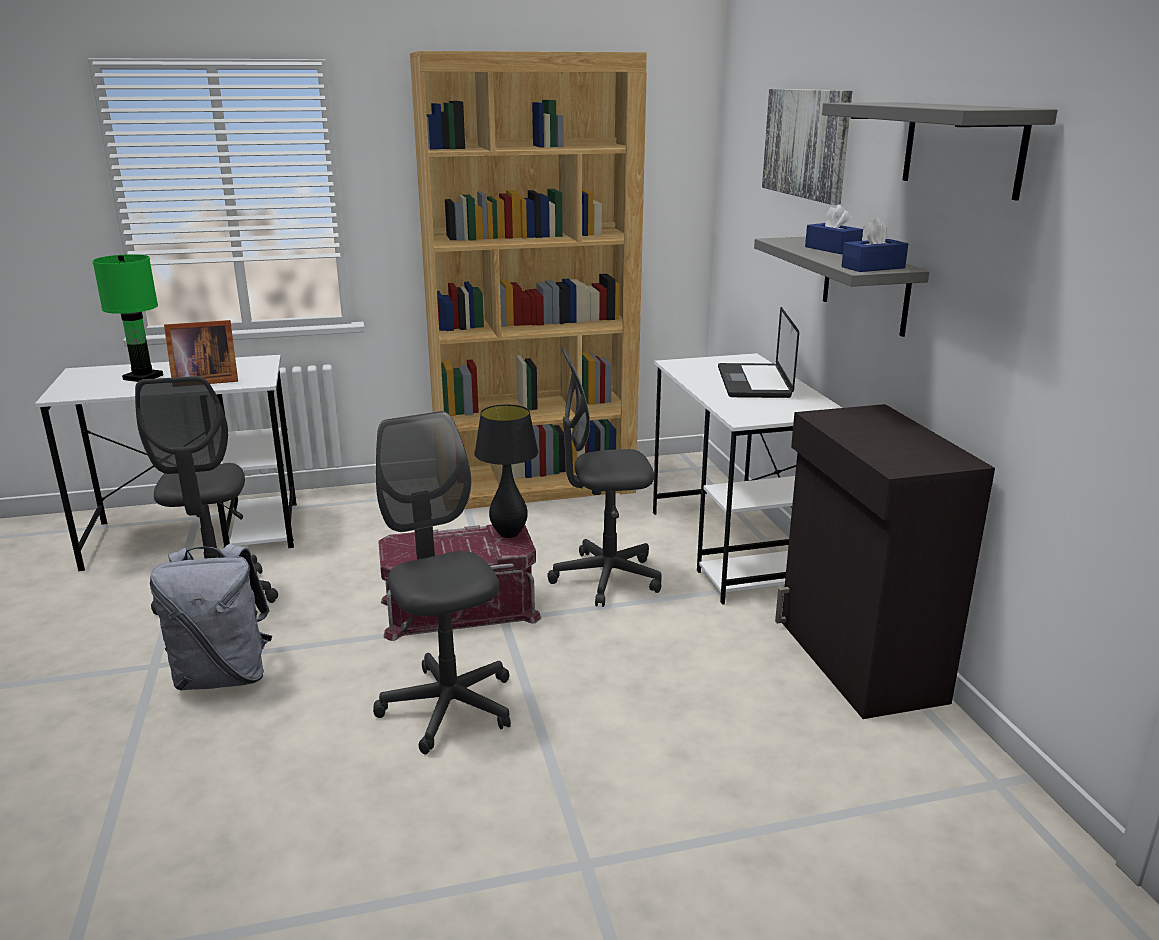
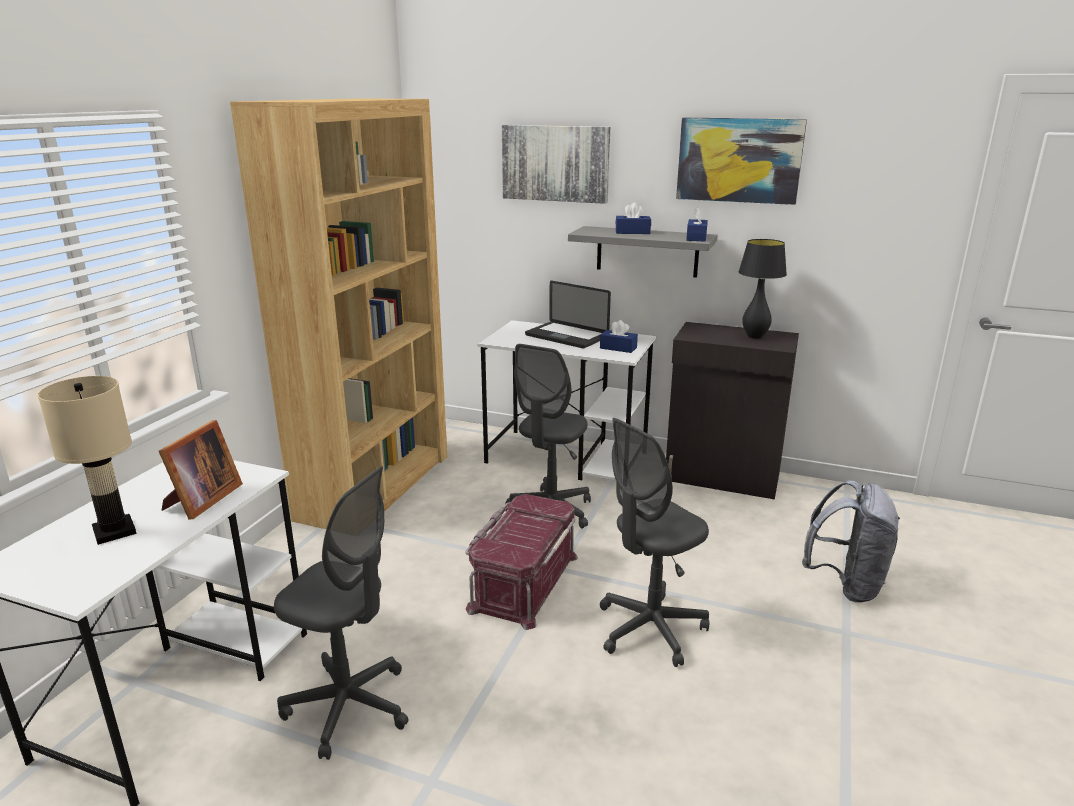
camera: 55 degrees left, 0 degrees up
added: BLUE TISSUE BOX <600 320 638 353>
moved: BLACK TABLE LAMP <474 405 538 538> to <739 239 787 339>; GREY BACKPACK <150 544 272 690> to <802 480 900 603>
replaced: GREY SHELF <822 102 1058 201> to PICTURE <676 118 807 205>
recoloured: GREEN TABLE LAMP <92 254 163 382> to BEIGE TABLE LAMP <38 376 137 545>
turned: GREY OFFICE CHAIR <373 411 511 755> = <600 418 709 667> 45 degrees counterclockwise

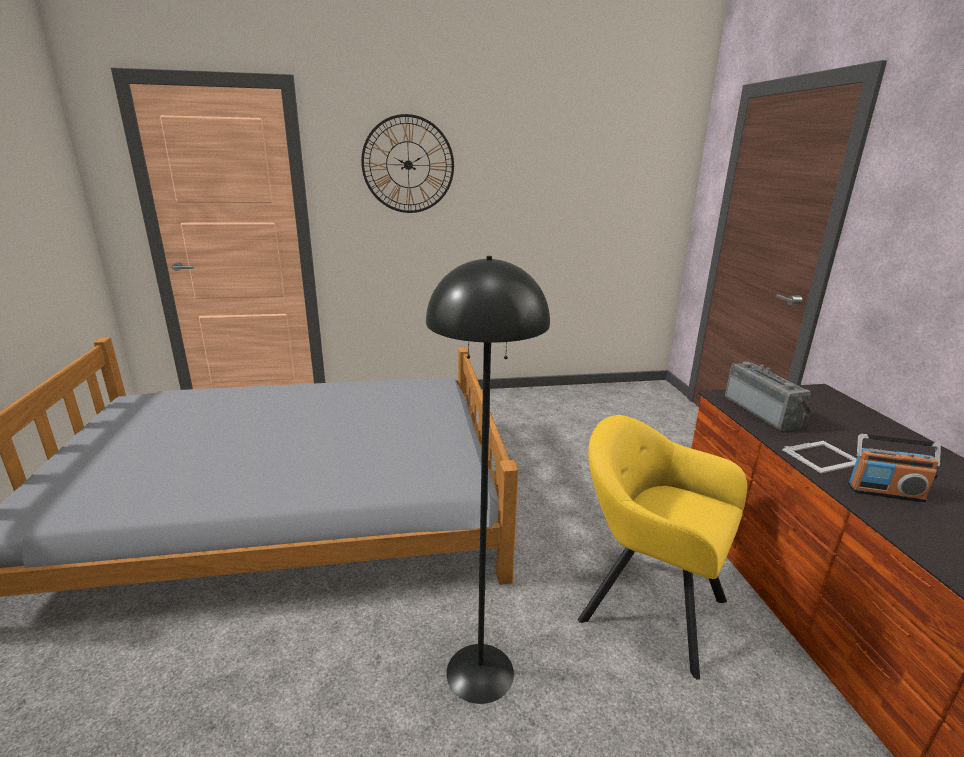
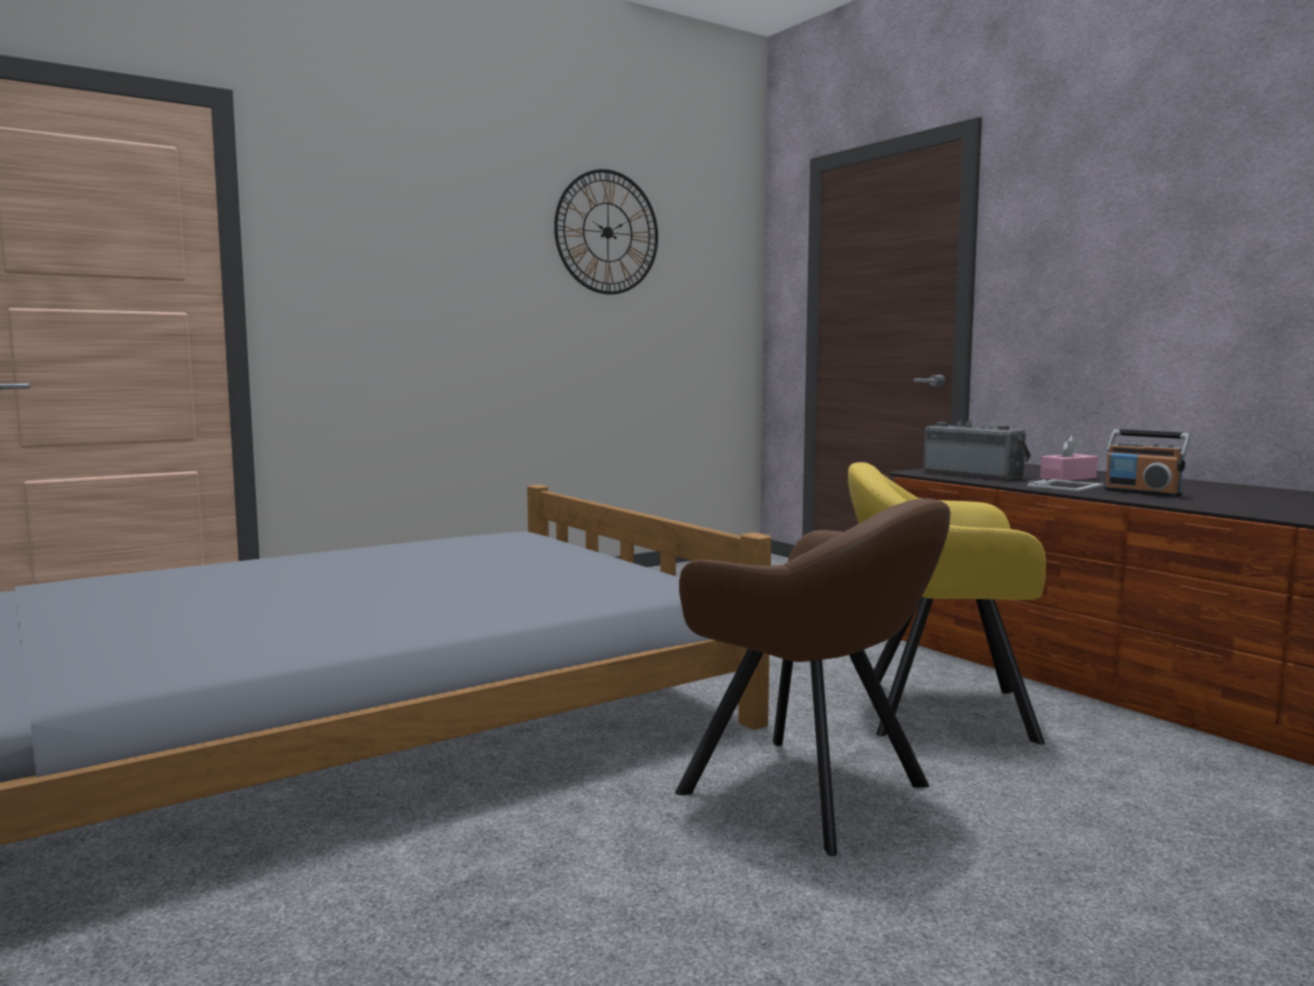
camera: 25 degrees left, 15 degrees down
added: PINK TISSUE BOX <1040 435 1098 481>
moved: WALL CLOCK <361 114 454 213> to <554 169 658 295>
replaced: BLACK FLOOR LAMP <426 256 550 704> to BROWN ARMCHAIR <675 499 951 856>
turned: RADIO <848 434 941 503> = <1105 429 1191 497> 60 degrees clockwise

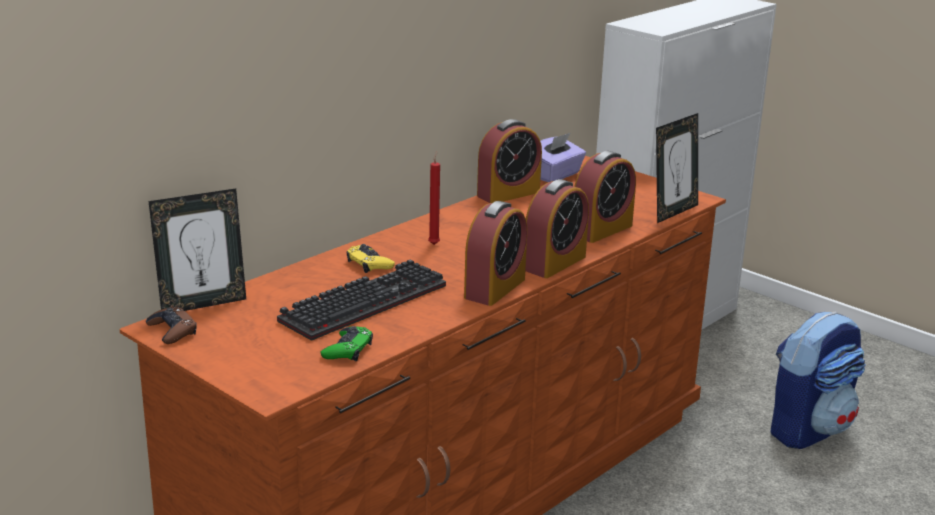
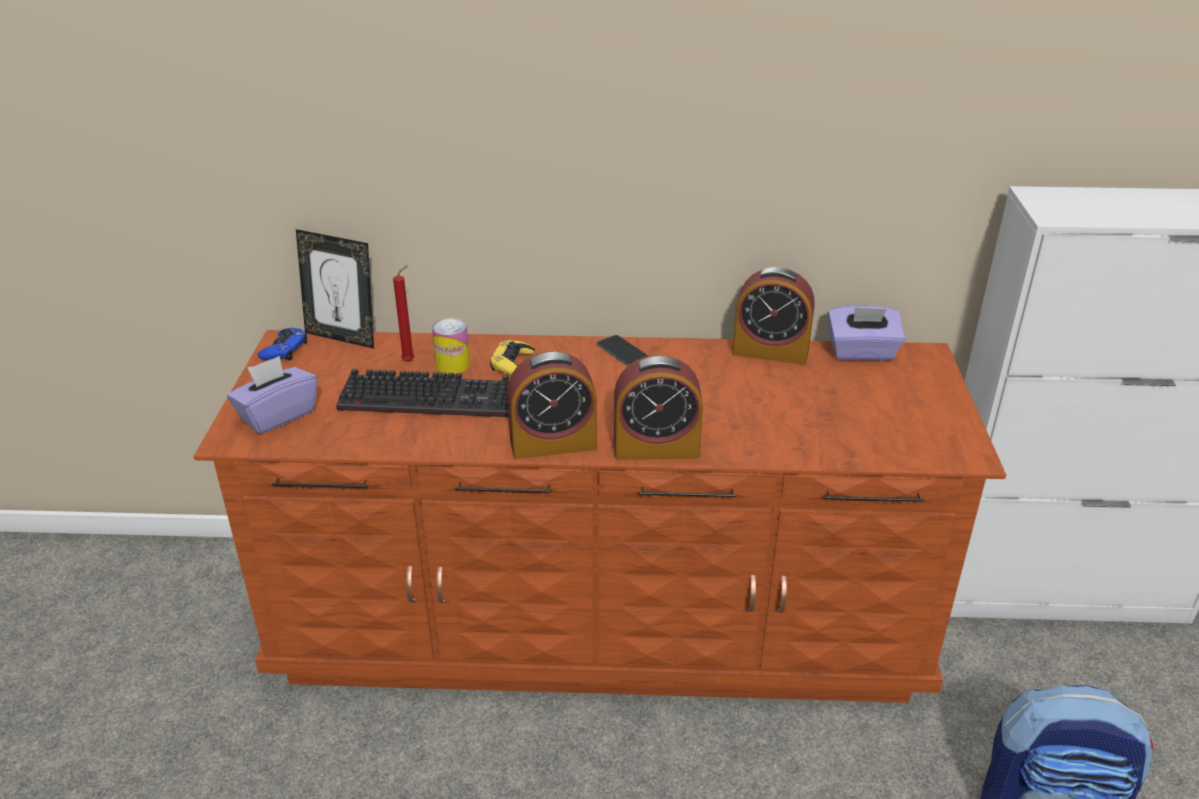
camera: 50 degrees right, 10 degrees up
removed: PICTURE FRAME <656 113 698 223>; ALARM CLOCK <574 151 636 243>; GREEN GAME CONTROLLER <320 326 373 361>
added: CAN <432 318 470 374>; PHONE <597 335 648 366>; PURPLE TISSUE BOX <227 356 317 434>
moved: RED CANDLE <428 151 440 245> to <393 265 414 362>
recoloured: BROWN GAME CONTROLLER <146 306 197 344> to BLUE GAME CONTROLLER <258 328 307 360>

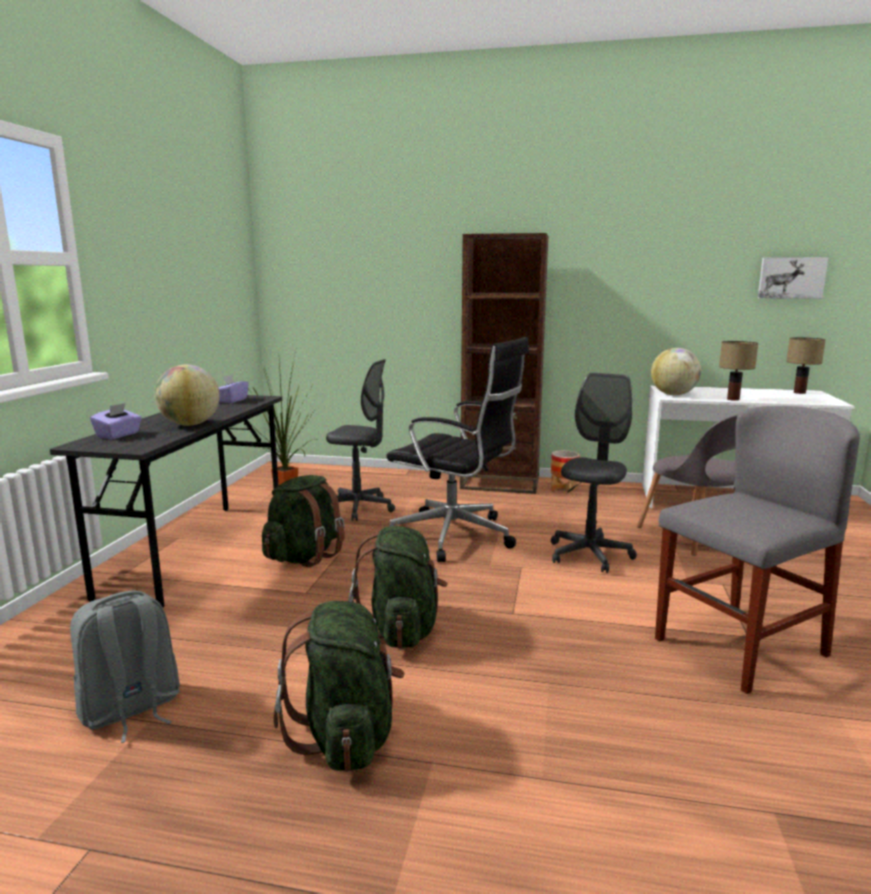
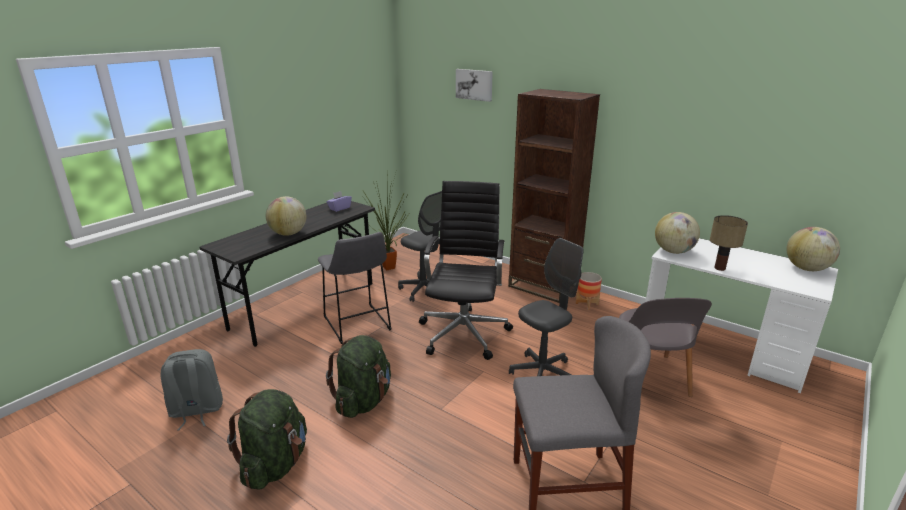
camera: 25 degrees right, 10 degrees up
removed: PURPLE TISSUE BOX <90 403 142 439>
moved: PICTURE <758 257 828 299> to <456 69 493 102>
replaced: TABLE LAMP <786 337 826 394> to GLOBE <786 227 840 271>; GREEN BACKPACK <262 475 345 567> to GREY STOOL <318 232 392 344>
turned: BLACK OFFICE CHAIR <386 337 529 562> = <419 181 513 360> 135 degrees counterclockwise

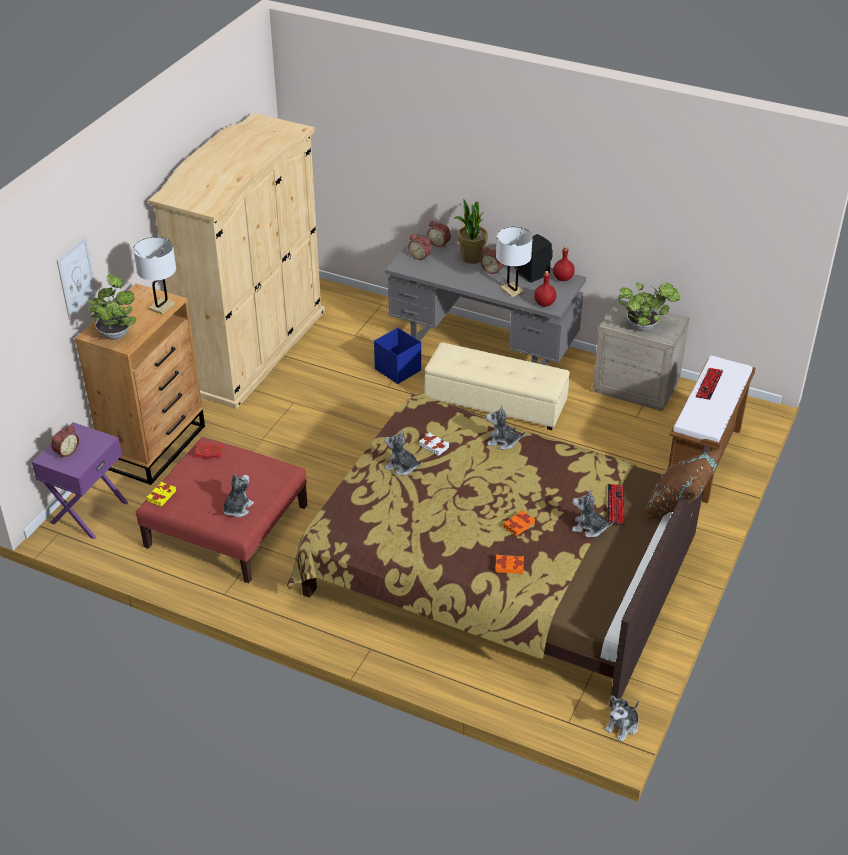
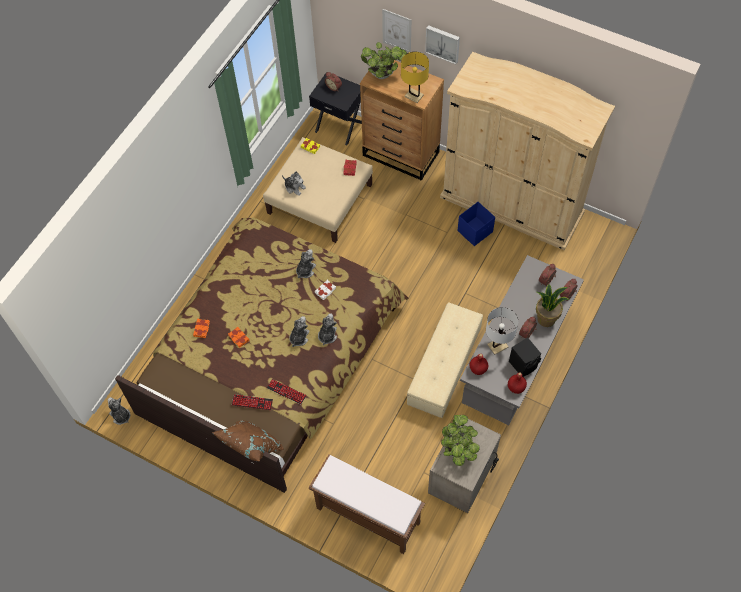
camera: 95 degrees right, 20 degrees up
added: PICTURE <425 25 460 64>
moved: BLUE STORAGE BOX <374 328 421 384> to <458 202 495 246>; KEYBOARD <696 368 723 400> to <267 379 307 404>; PLUSH TOY <572 490 614 537> to <289 316 309 347>
recoloured: WHITE TABLE LAMP <133 237 176 314> to YELLOW TABLE LAMP <401 52 429 103>; PURPLE NIGHTSTAND <32 422 128 539> to BLACK NIGHTSTAND <309 72 362 145>; RED OTTOMAN <136 437 307 583> to BEIGE OTTOMAN <263 137 373 243>

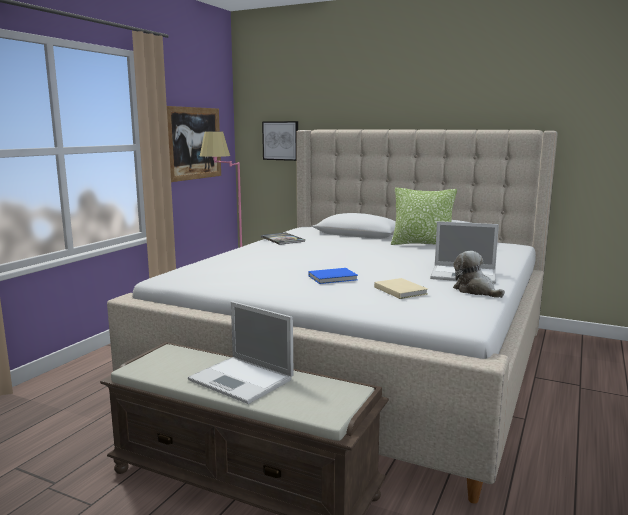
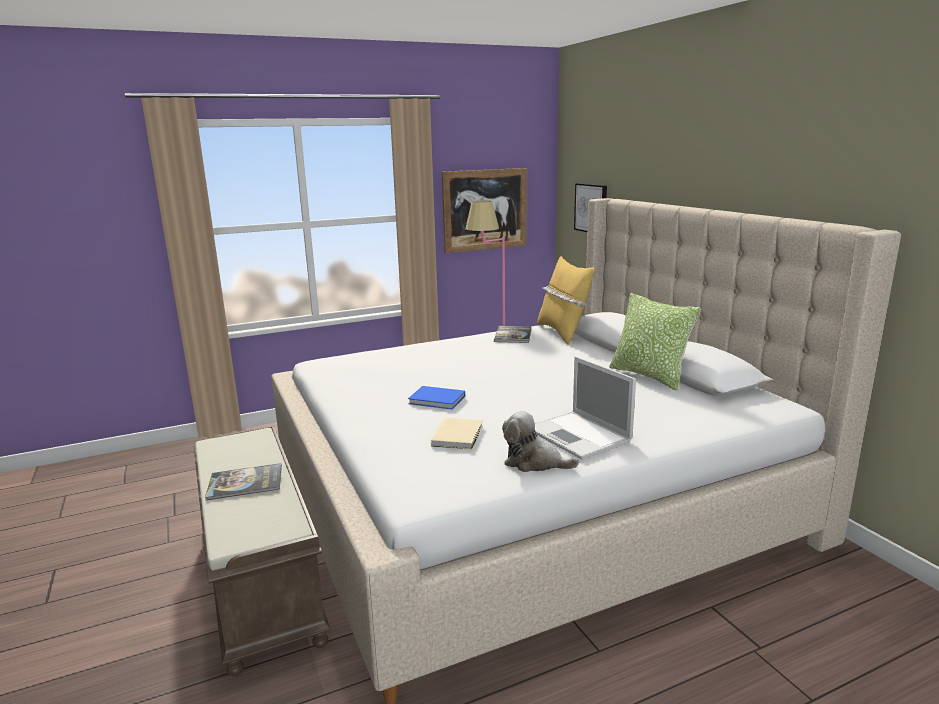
camera: 40 degrees right, 5 degrees up
added: YELLOW PILLOW <537 256 595 345>
replaced: LAPTOP <188 301 293 404> to BOOK <205 463 282 500>
turned: PLUSH TOY <453 251 505 298> = <502 411 579 472> 75 degrees counterclockwise

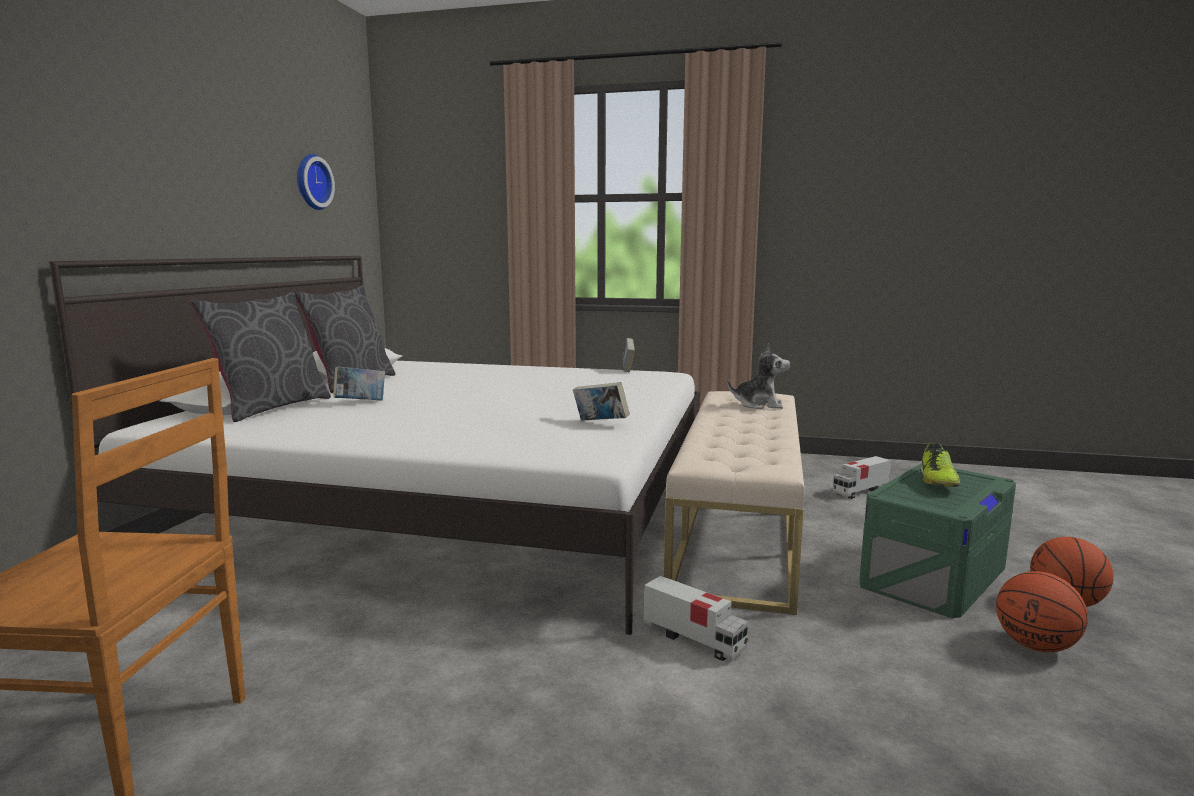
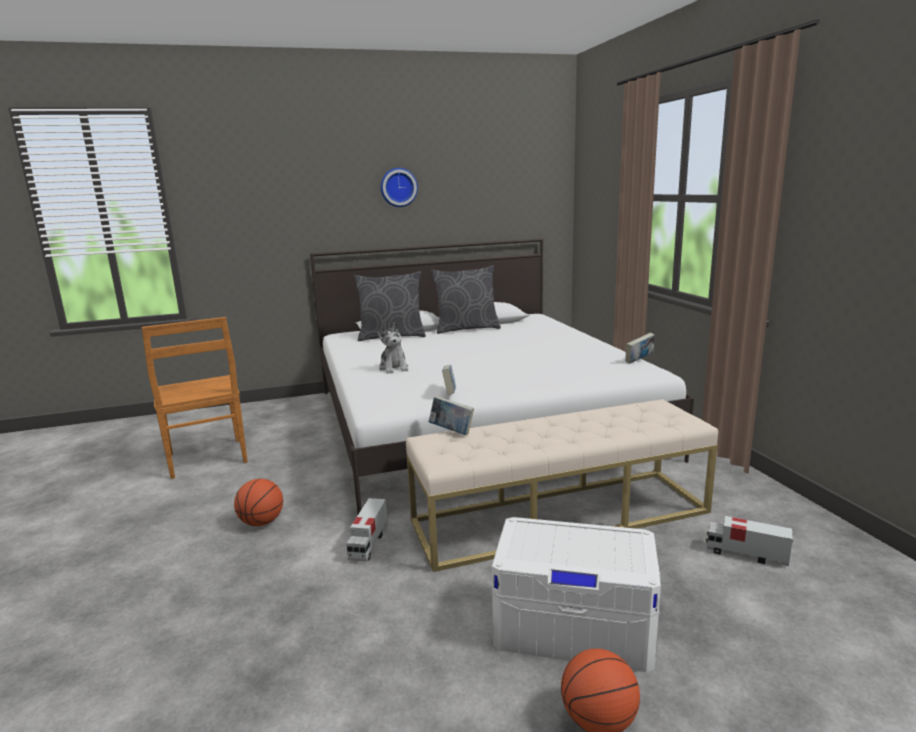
camera: 60 degrees right, 5 degrees up
removed: SHOE <920 442 960 487>
moved: WALL CLOCK <297 154 335 210> to <381 168 418 207>; PLUSH TOY <727 343 790 409> to <377 323 408 373>; BOOK <333 367 385 400> to <429 396 474 435>; BASKETBALL <996 571 1088 652> to <234 479 283 526>
recoloured: GREEN STORAGE BOX <860 464 1016 618> to WHITE STORAGE BOX <492 517 661 672>

